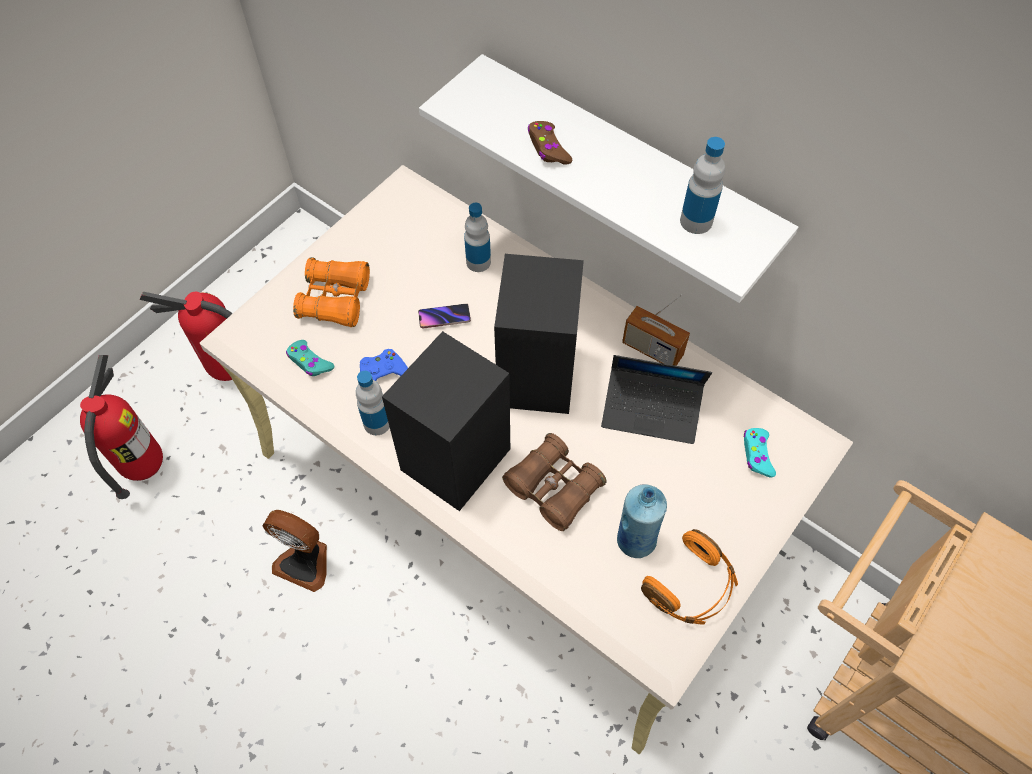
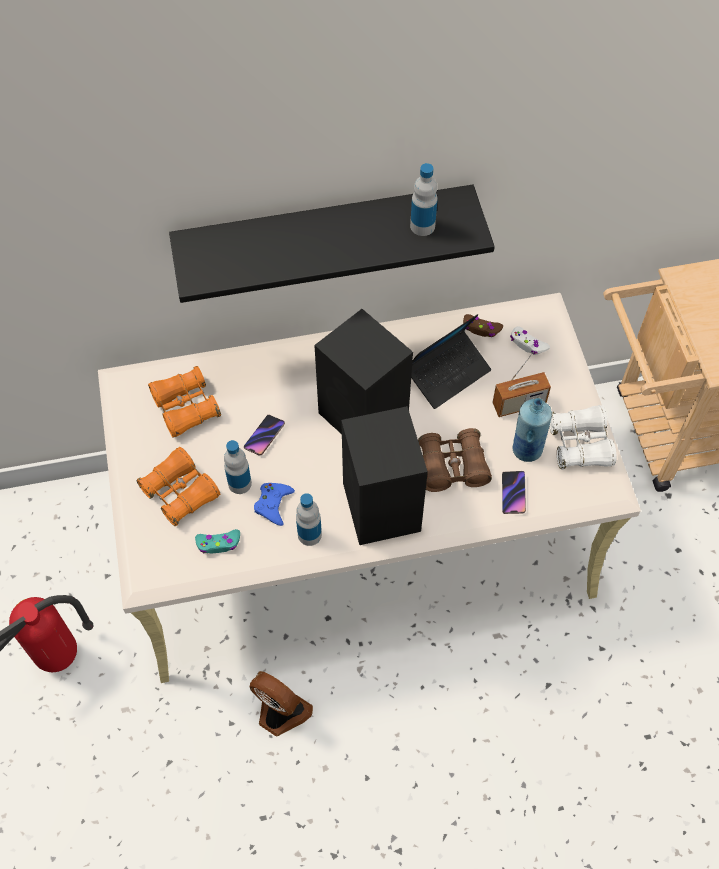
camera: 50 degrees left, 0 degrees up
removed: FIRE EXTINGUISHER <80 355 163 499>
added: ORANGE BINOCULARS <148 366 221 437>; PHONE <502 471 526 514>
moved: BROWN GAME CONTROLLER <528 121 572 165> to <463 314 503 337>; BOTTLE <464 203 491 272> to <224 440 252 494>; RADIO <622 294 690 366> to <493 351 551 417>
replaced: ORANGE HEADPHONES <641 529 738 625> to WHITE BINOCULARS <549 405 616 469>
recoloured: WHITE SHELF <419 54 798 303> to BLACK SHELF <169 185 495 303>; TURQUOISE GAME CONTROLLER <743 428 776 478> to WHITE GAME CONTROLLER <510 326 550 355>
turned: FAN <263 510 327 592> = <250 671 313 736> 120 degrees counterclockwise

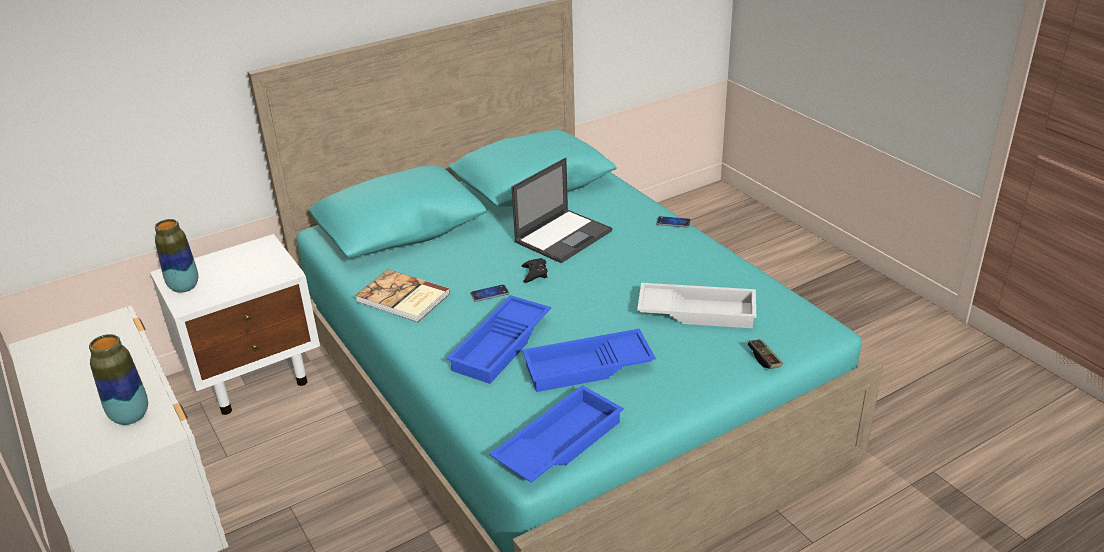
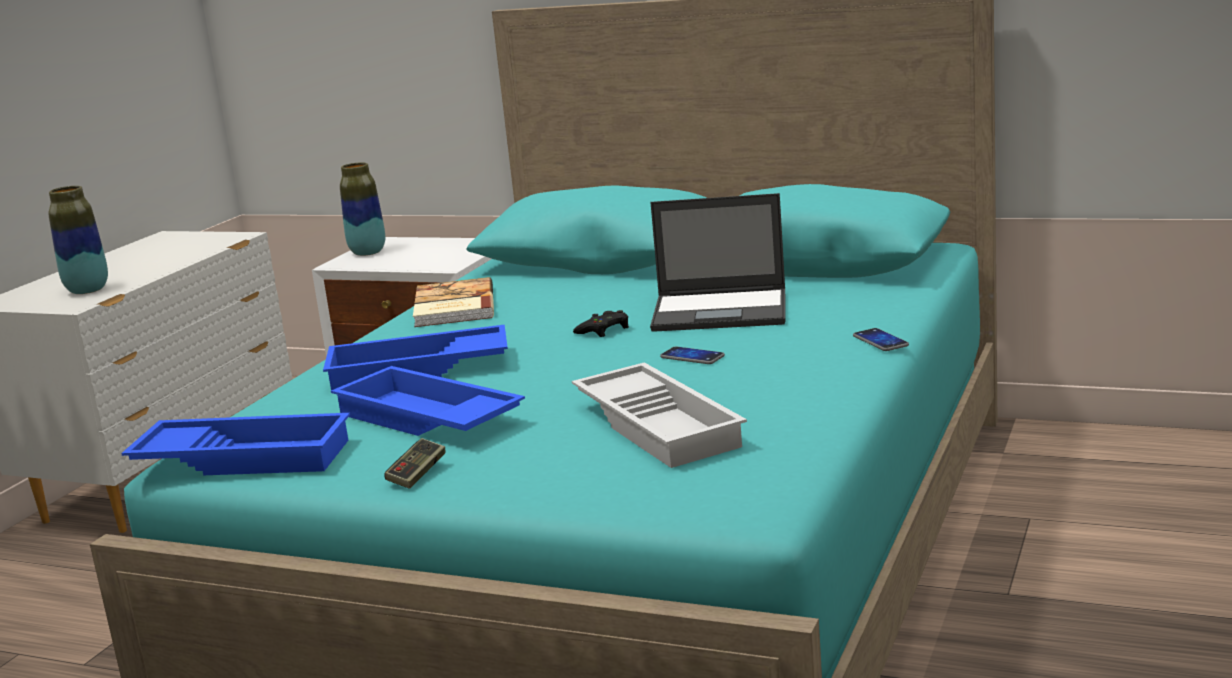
camera: 55 degrees right, 15 degrees down
moved: PHONE <470 284 509 302> to <660 346 725 364>; GAME CONTROLLER <748 339 783 369> to <384 438 445 489>

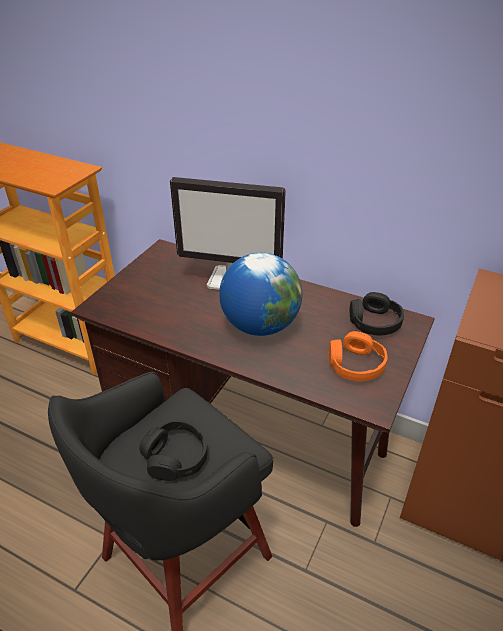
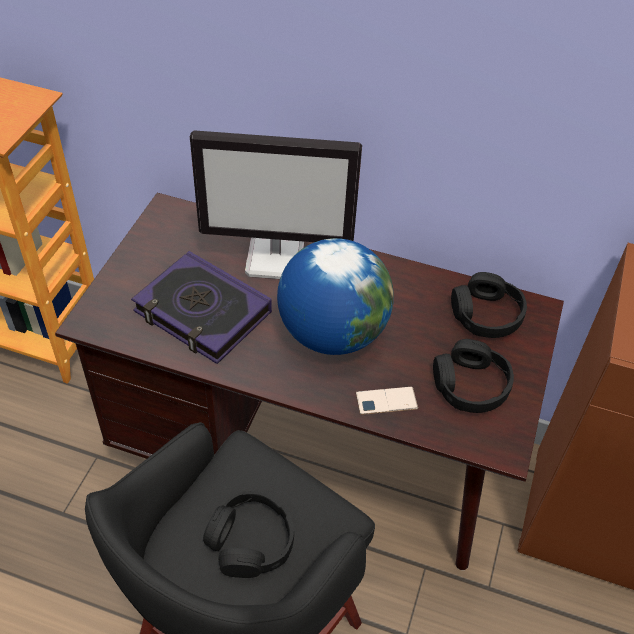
camera: 10 degrees left, 10 degrees up
added: BOOK <131 251 272 364>; PHONE <356 387 418 415>
recoloured: ORANGE HEADPHONES <329 331 387 382> to BLACK HEADPHONES <433 339 514 413>

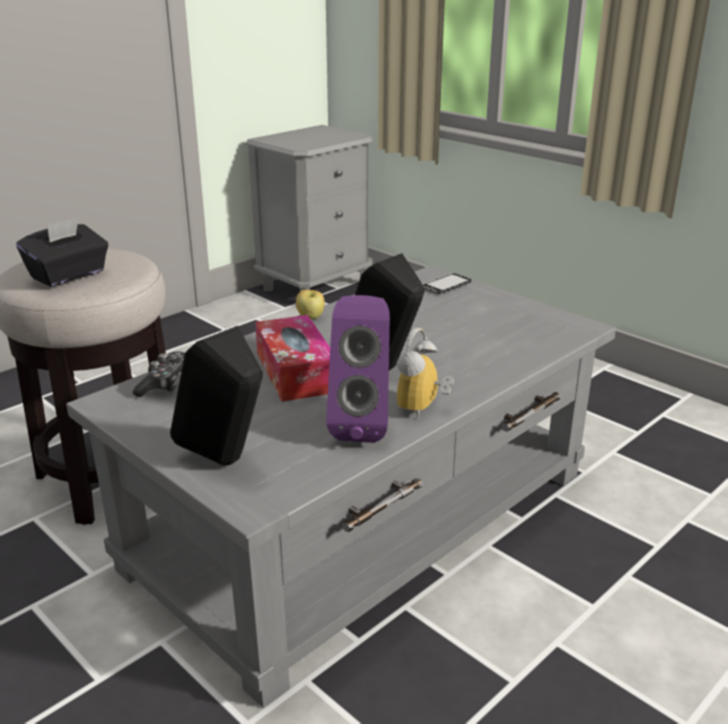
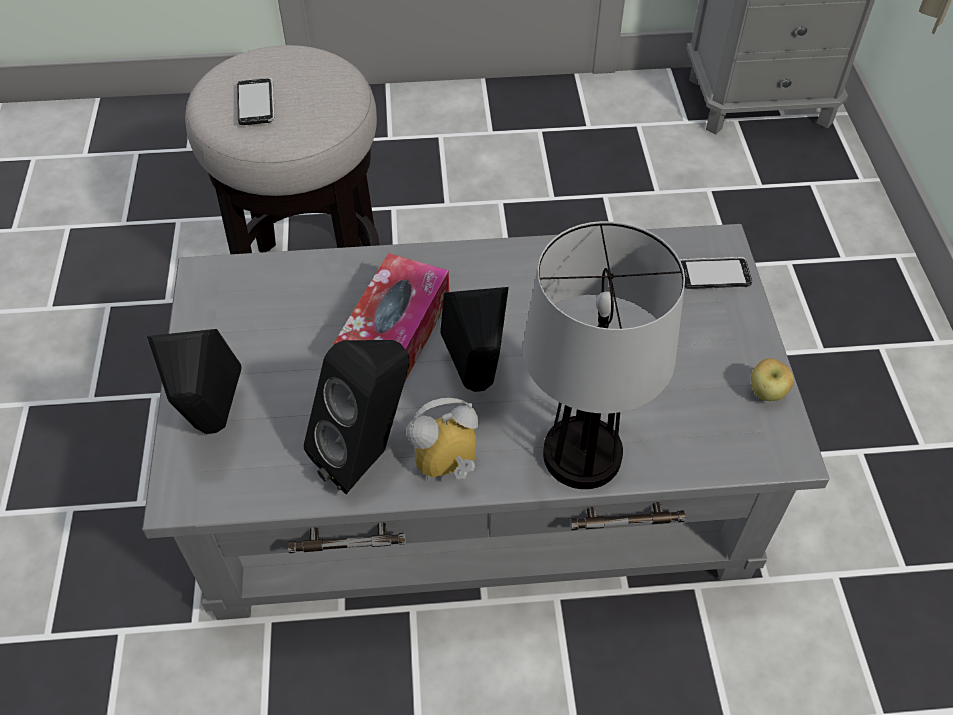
camera: 40 degrees right, 25 degrees up
removed: GAME CONTROLLER <132 351 185 397>
added: TABLE LAMP <523 221 685 489>
moved: APPLE <296 290 325 319> to <751 358 794 401>
replaced: BLACK TISSUE BOX <16 218 108 287> to PHONE <237 78 275 125>
recoloured: PURPLE SPEAKER <326 295 390 443> to BLACK SPEAKER <304 340 410 494>

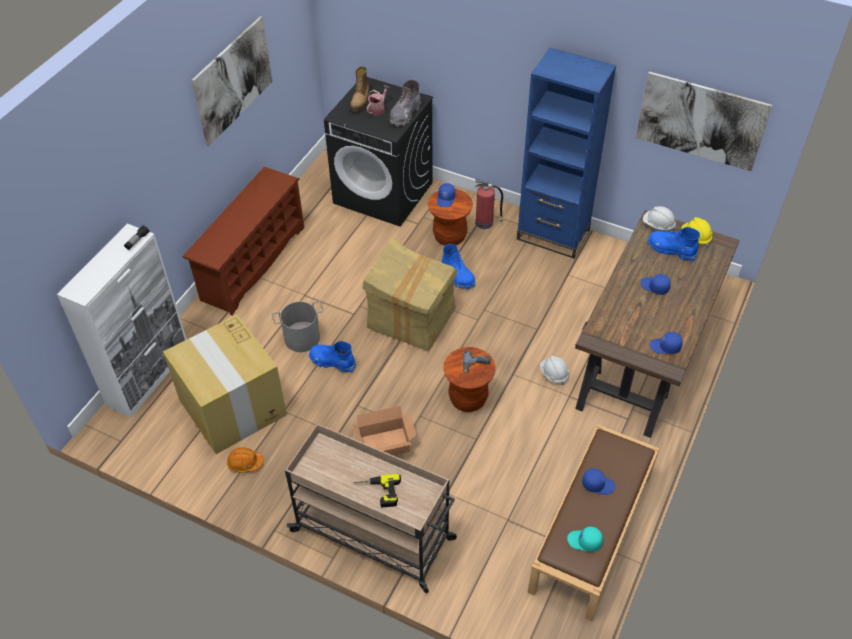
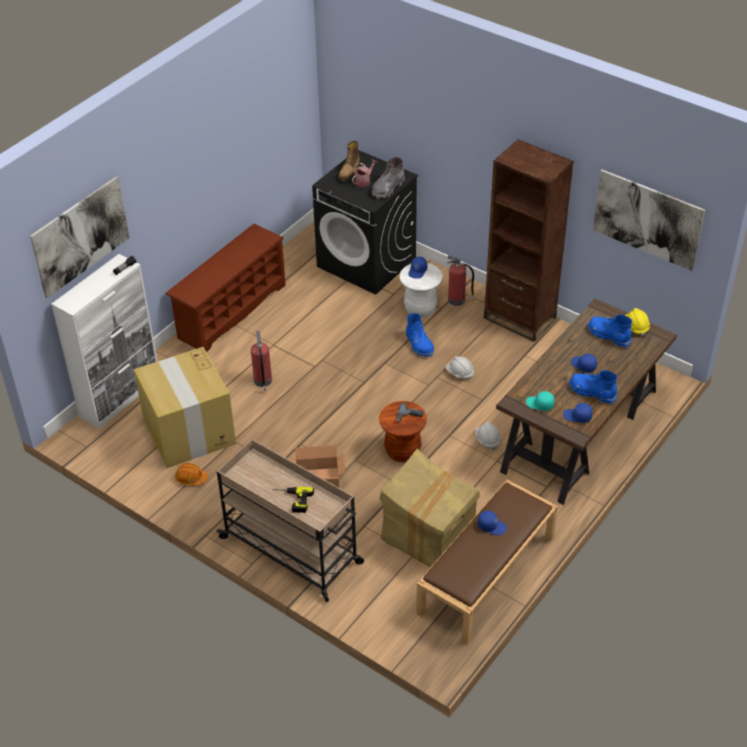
camera: 10 degrees right, 5 degrees down
moved: PICTURE <192 16 272 146> to <30 176 130 298>; WHITE HARD HAT <643 207 676 231> to <446 356 474 379>; CARDBOARD BOX <363 237 457 352> to <380 449 480 568>; BLUE BOOT <309 341 356 373> to <569 370 617 404>; TURQUOISE CAP <567 527 603 552> to <526 391 555 411>
replaced: GREY BUCKET <272 301 324 352> to FIRE EXTINGUISHER <251 331 272 391>
recoloured: BLUE BOOKCASE <517 48 616 258> to BROWN BOOKCASE <484 139 574 342>; BROWN STOOL <428 189 473 246> to WHITE STOOL <400 263 442 318>

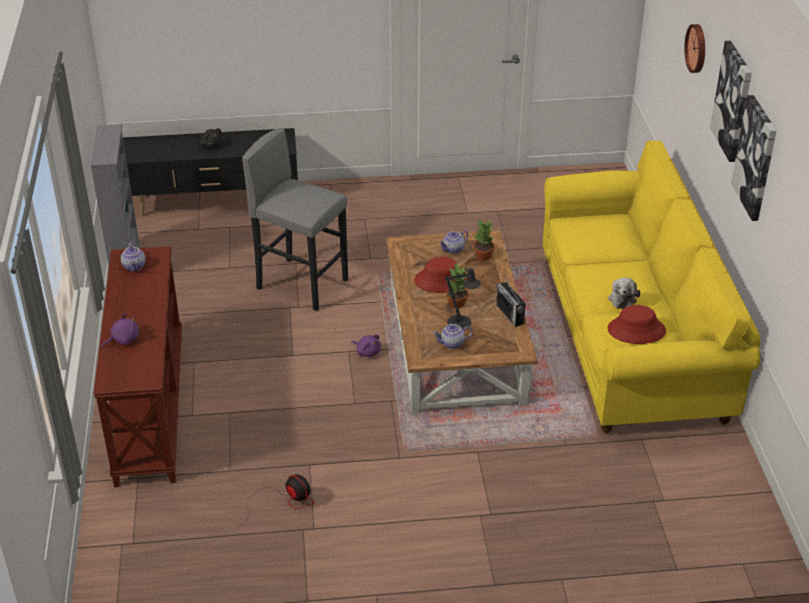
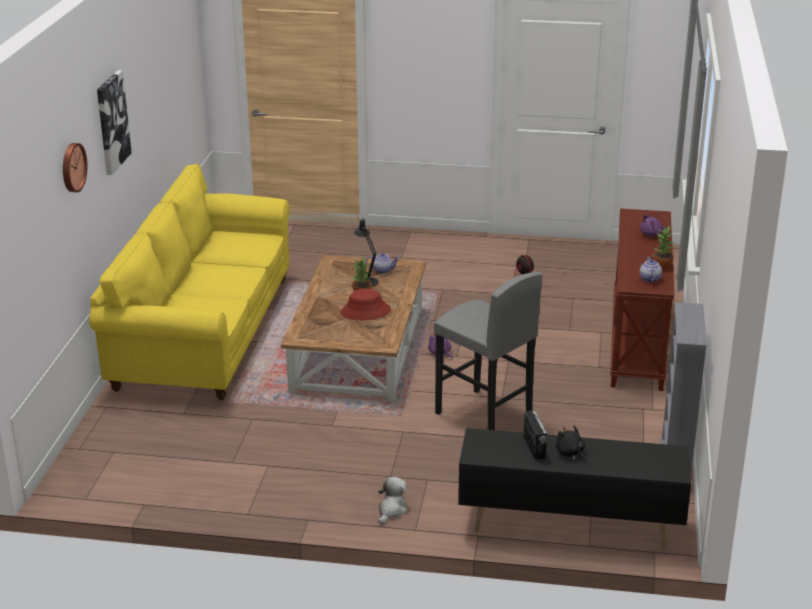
camera: 165 degrees left, 10 degrees down
removed: PICTURE <731 95 777 221>; TEAPOT <439 230 468 254>; RED HAT <607 305 666 344>
moved: POTTED PLANT <473 219 495 261> to <652 227 674 270>; RADIO <496 276 525 327> to <524 411 547 460>; PLUSH TOY <608 277 640 309> to <378 477 407 524>

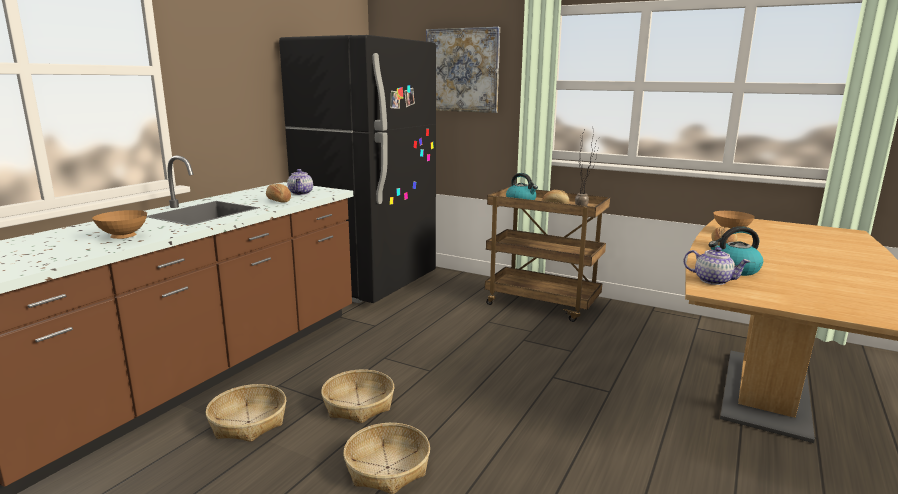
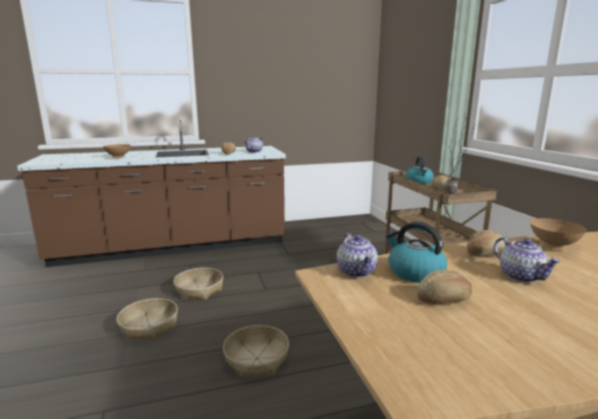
camera: 45 degrees right, 0 degrees up
removed: PICTURE <426 27 500 113>; BLACK FRIDGE <279 35 436 303>
added: TEAPOT <494 237 561 283>; BREAD <417 270 472 304>
moved: BASKET <206 384 286 442> to <223 325 289 378>

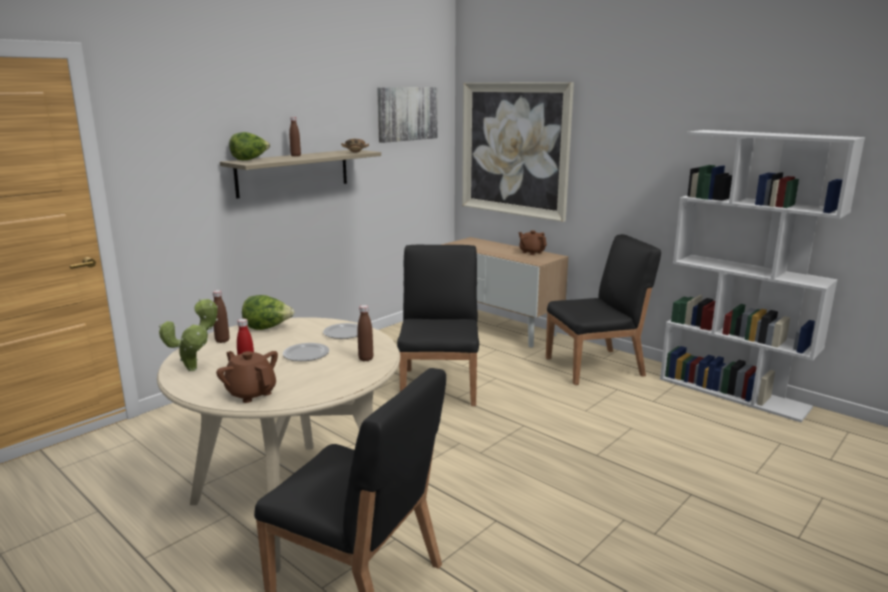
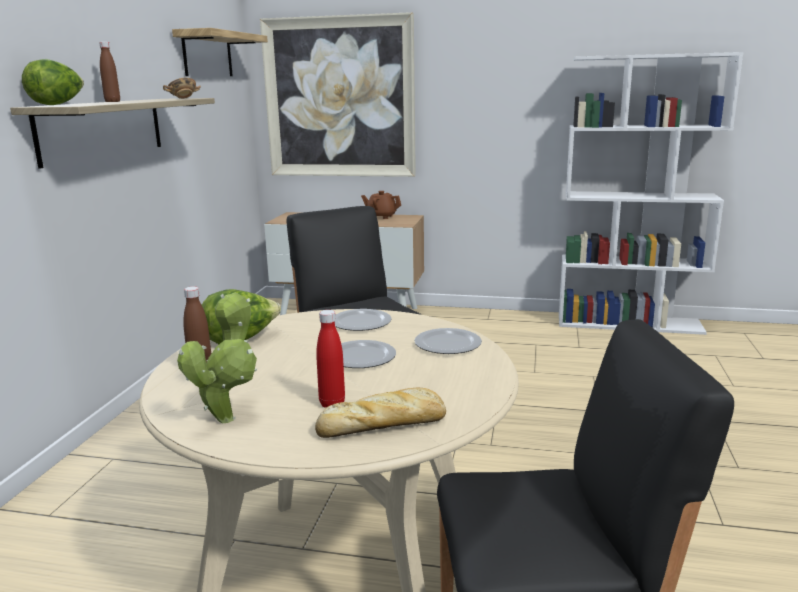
camera: 30 degrees left, 0 degrees up
removed: BLACK CHAIR <546 234 661 385>
replaced: PICTURE <377 87 438 143> to SHELF <172 28 268 76>; BROWN BOTTLE <357 305 373 361> to PLATE <414 328 482 354>; BROWN TEAPOT <216 351 278 403> to BREAD <315 387 446 438>

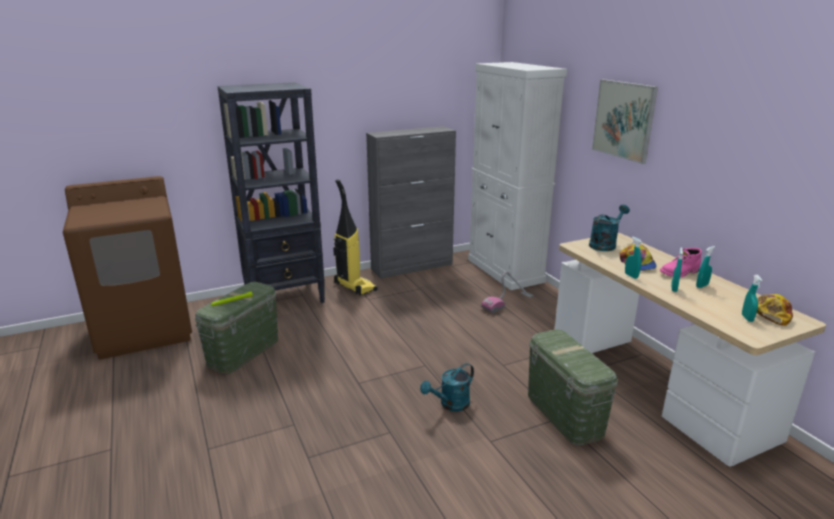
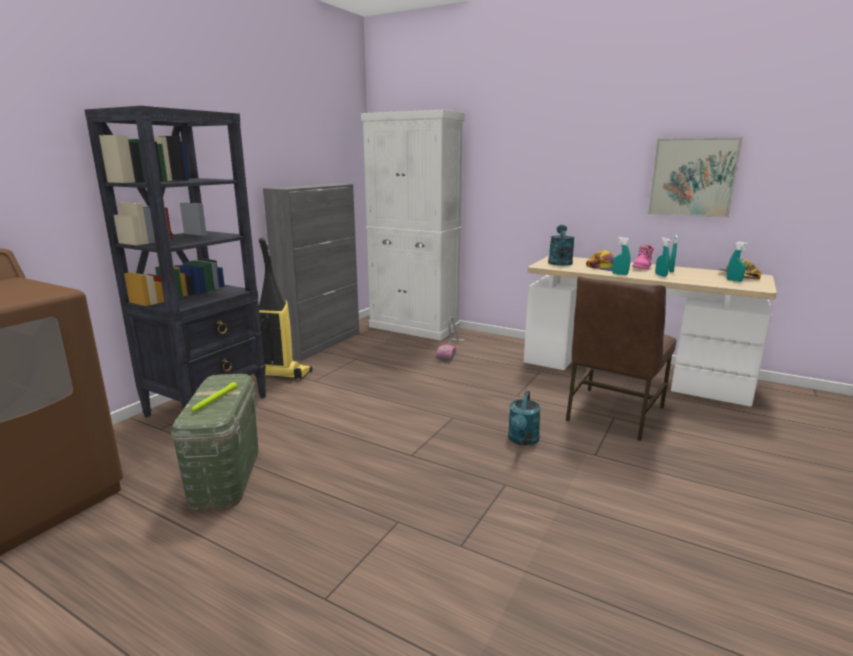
camera: 35 degrees left, 5 degrees down
moved: PICTURE <592 79 658 164> to <648 138 743 218>
replaced: GREEN STORAGE BOX <528 329 618 446> to BROWN CHAIR <566 276 676 441>

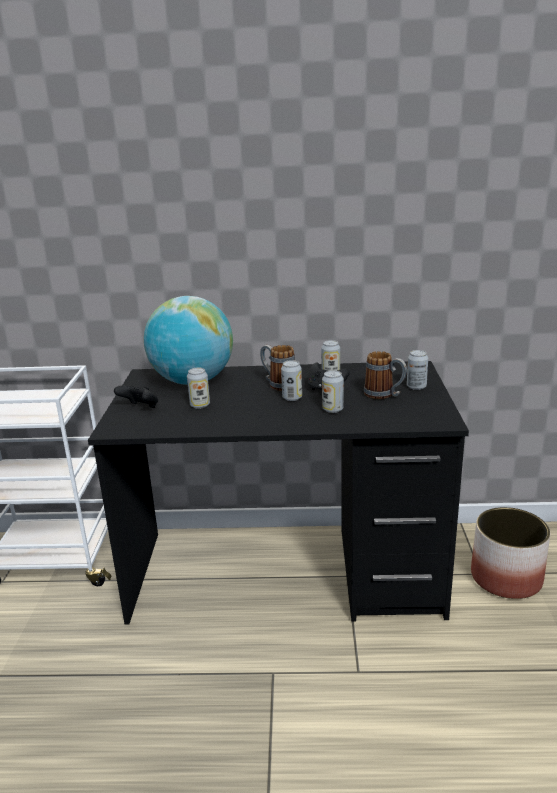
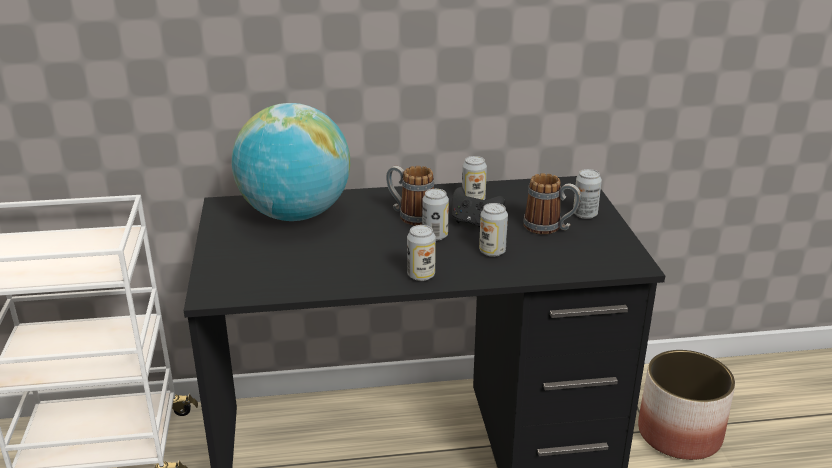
camera: 10 degrees left, 5 degrees up
removed: BLACK GAME CONTROLLER <114 386 158 408>
moved: CAN <187 368 210 409> to <407 225 436 281>

